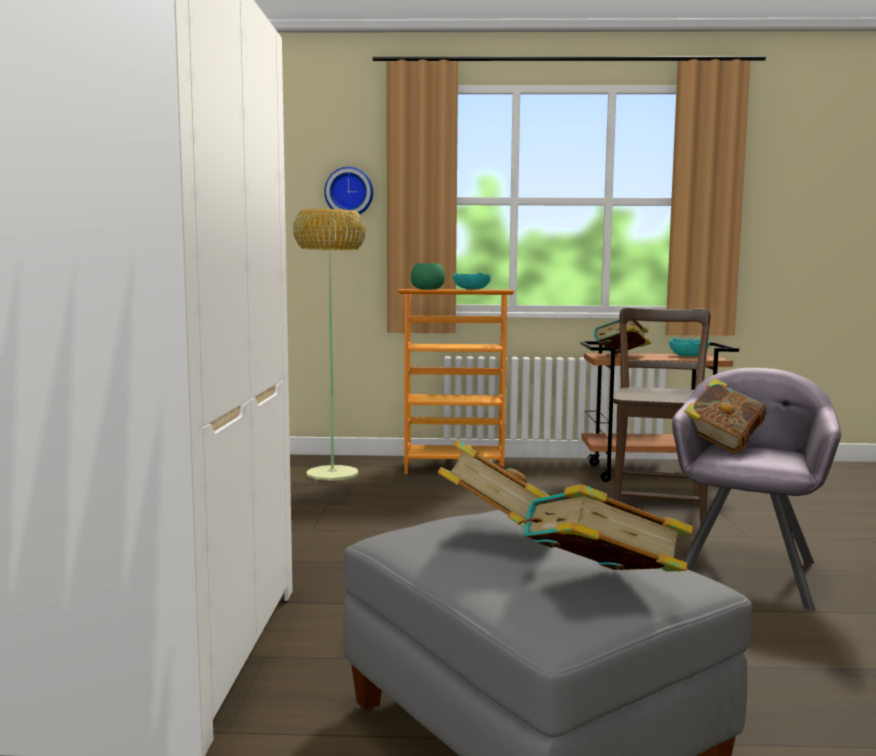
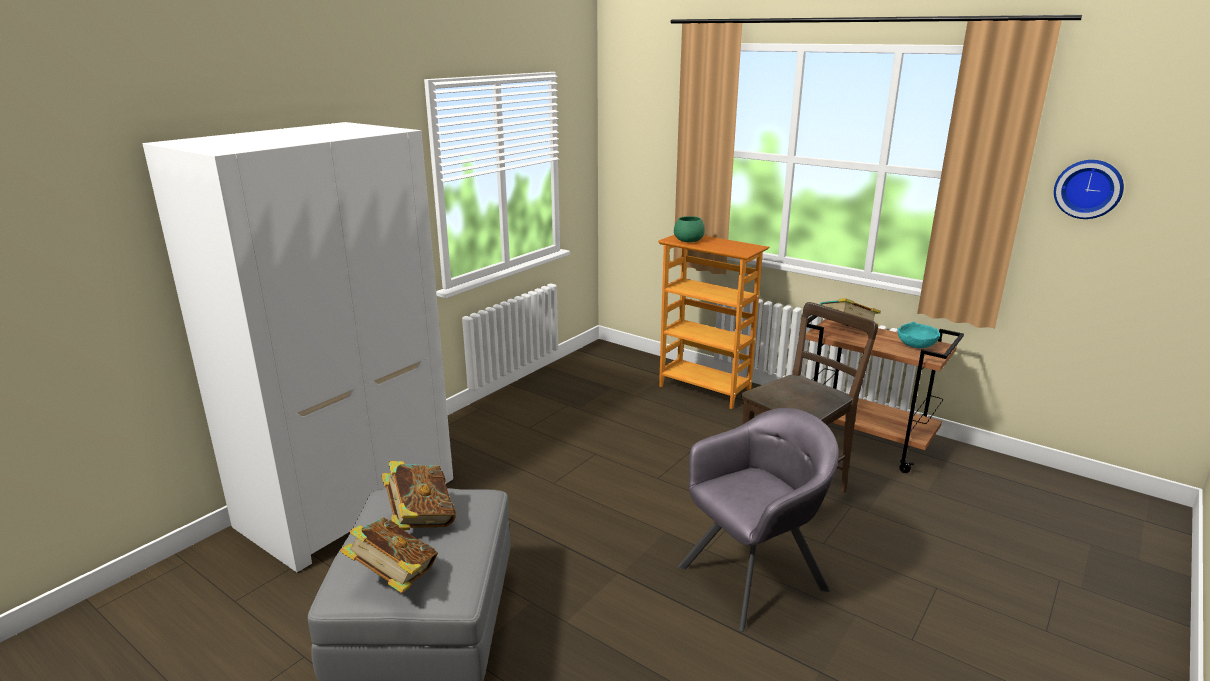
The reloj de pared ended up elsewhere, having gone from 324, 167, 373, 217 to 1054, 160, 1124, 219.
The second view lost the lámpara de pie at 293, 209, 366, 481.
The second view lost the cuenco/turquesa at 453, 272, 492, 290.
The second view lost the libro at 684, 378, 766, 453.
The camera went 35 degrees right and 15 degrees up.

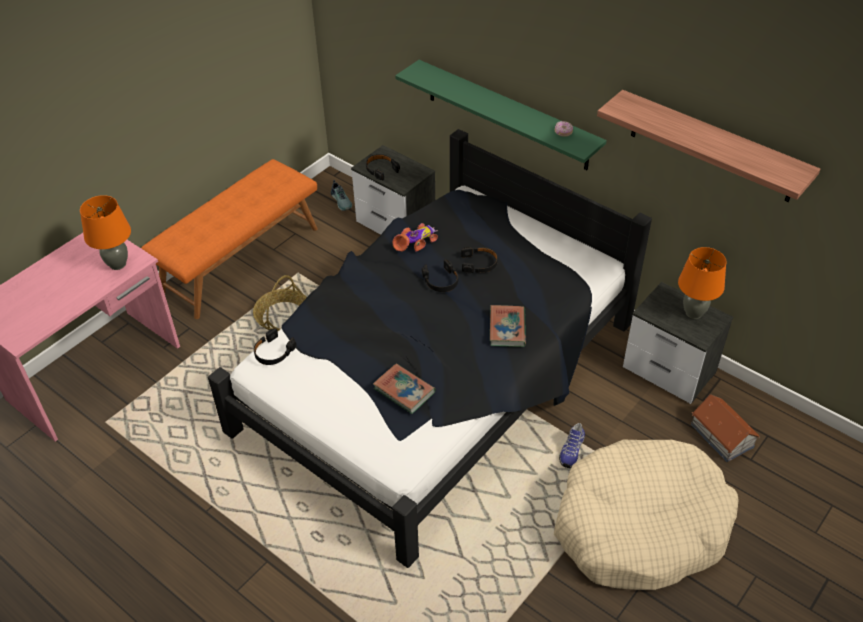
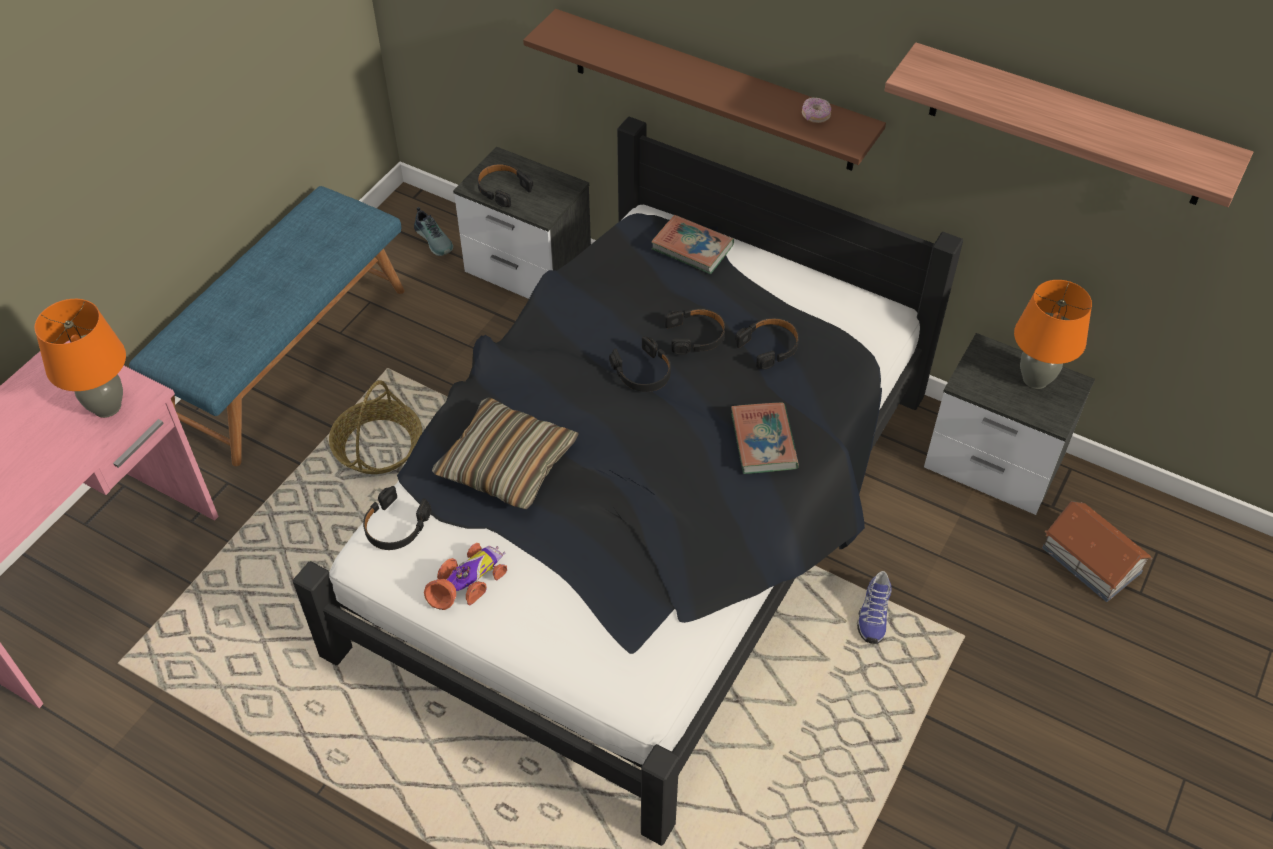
What was the estante/verde at 395, 60, 607, 170 turned into the estante/marrón at 523, 9, 886, 171.
What was the banco/naranja at 141, 159, 318, 319 turned into the banco/azul at 129, 186, 405, 466.
The coche de juguete ended up elsewhere, having gone from 392, 223, 438, 252 to 424, 543, 507, 610.
The libro ended up elsewhere, having gone from 373, 364, 435, 414 to 651, 215, 734, 274.
The second view lost the cama para perro/beis at 554, 440, 739, 590.
The second view gained the auriculares/negro at 735, 318, 799, 370.
The second view gained the cojín at 432, 397, 579, 509.
The camera went 10 degrees left and 5 degrees up.

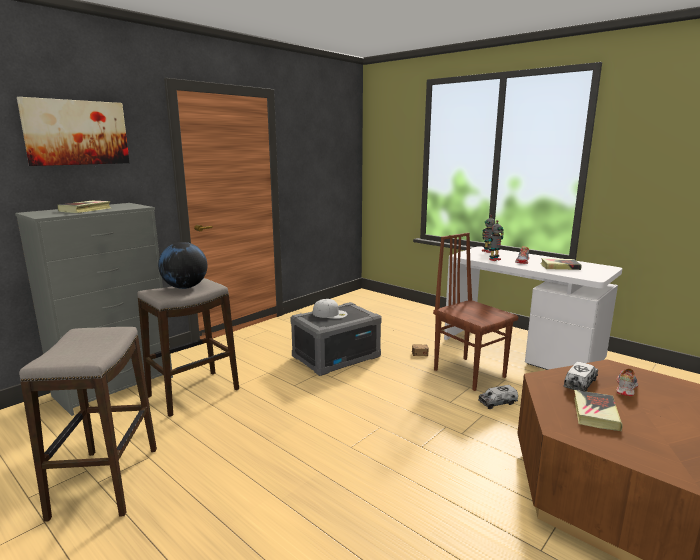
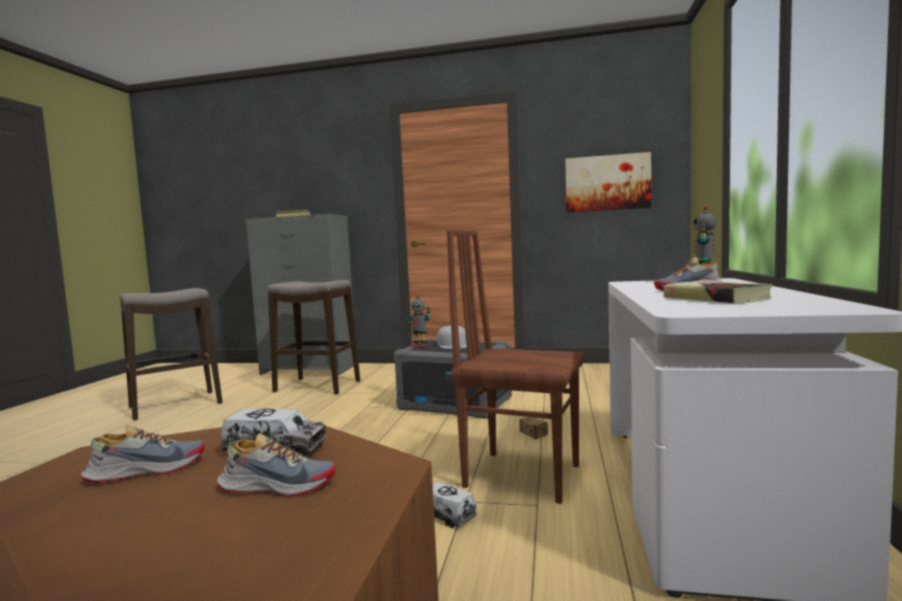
The cuadro ended up elsewhere, having gone from 17, 97, 130, 166 to 565, 152, 651, 213.
The robot de juguete ended up elsewhere, having gone from 488, 220, 504, 261 to 407, 295, 431, 347.
The silla/marrón at 433, 233, 518, 391 ended up facing another way, 90 degrees counterclockwise from before.
The second view lost the globo terráqueo at 158, 242, 207, 289.
Where the libro stood at 574, 390, 622, 431, the zapato came to stand at 80, 425, 205, 482.
The camera went 60 degrees right and 10 degrees down.

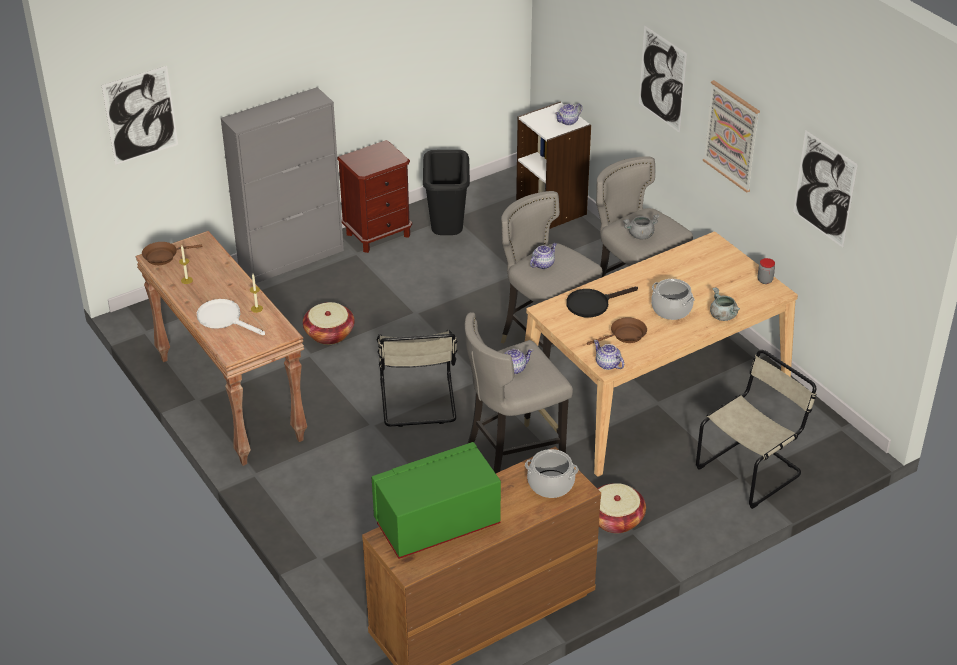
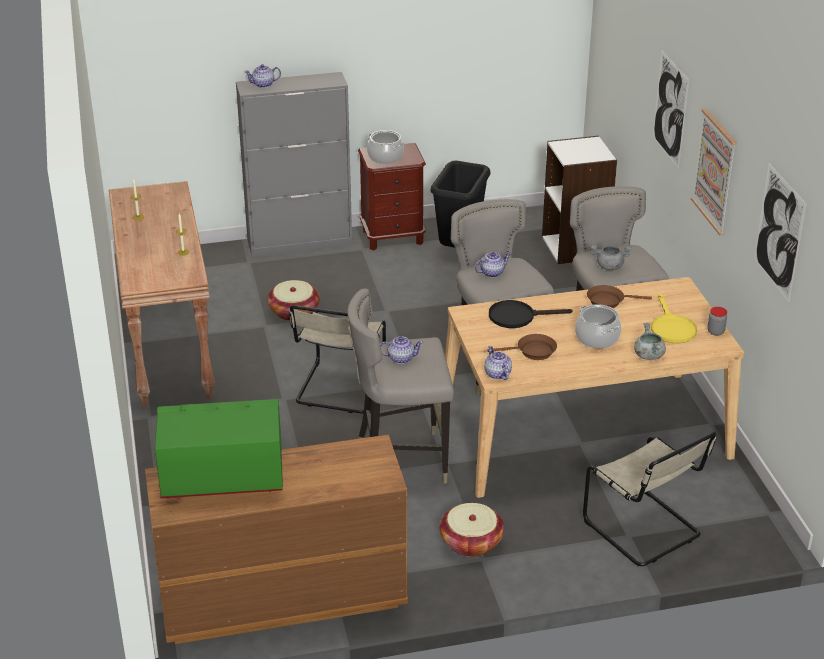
The second view lost the cuadro at 102, 66, 178, 165.
The tetera ended up elsewhere, having gone from 555, 103, 582, 125 to 244, 64, 281, 88.
The sartén/marrón ended up elsewhere, having gone from 142, 242, 203, 265 to 587, 285, 652, 308.
The second view lost the sartén/blanco at 197, 299, 265, 335.
The silla/beis at 696, 350, 817, 509 ended up facing another way, 75 degrees clockwise from before.
The olla ended up elsewhere, having gone from 525, 449, 578, 498 to 367, 130, 404, 164.
The second view gained the sartén/amarillo at 651, 294, 697, 343.
The camera went 20 degrees right and 5 degrees down.

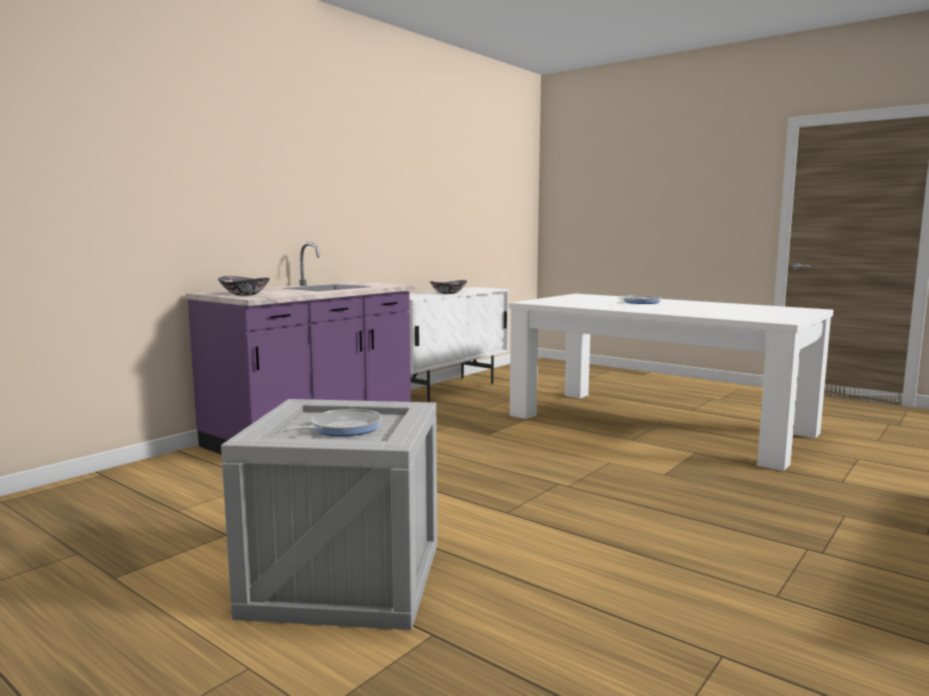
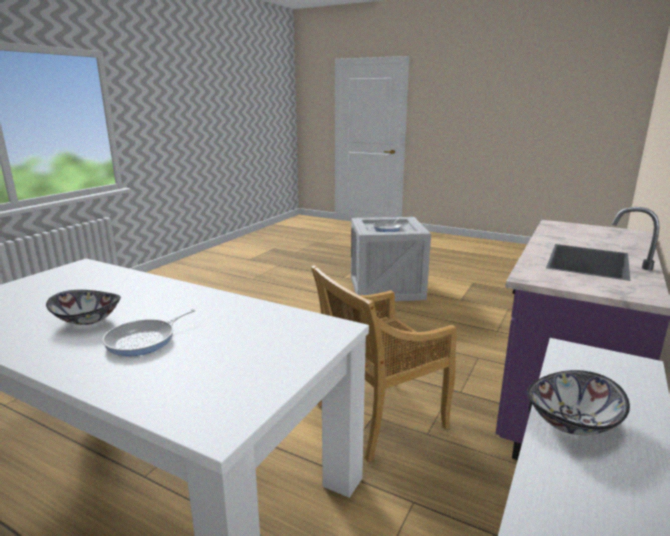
The cuenco ended up elsewhere, having gone from 218, 276, 270, 296 to 46, 290, 121, 325.
The second view gained the silla/beis at 311, 265, 457, 462.
The camera went 170 degrees right and 10 degrees up.

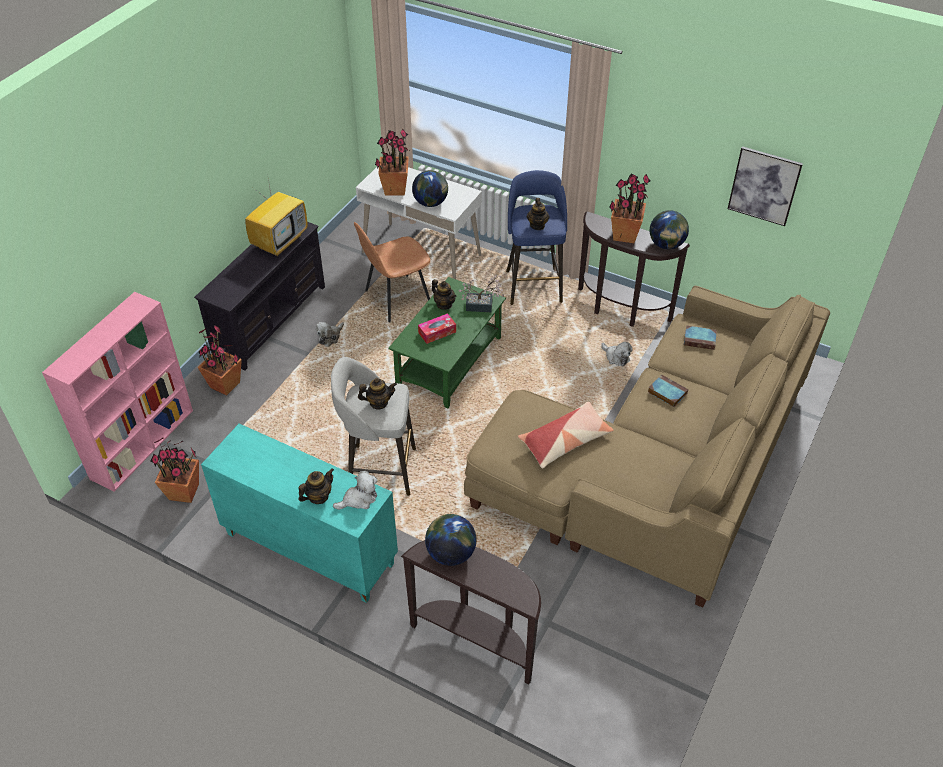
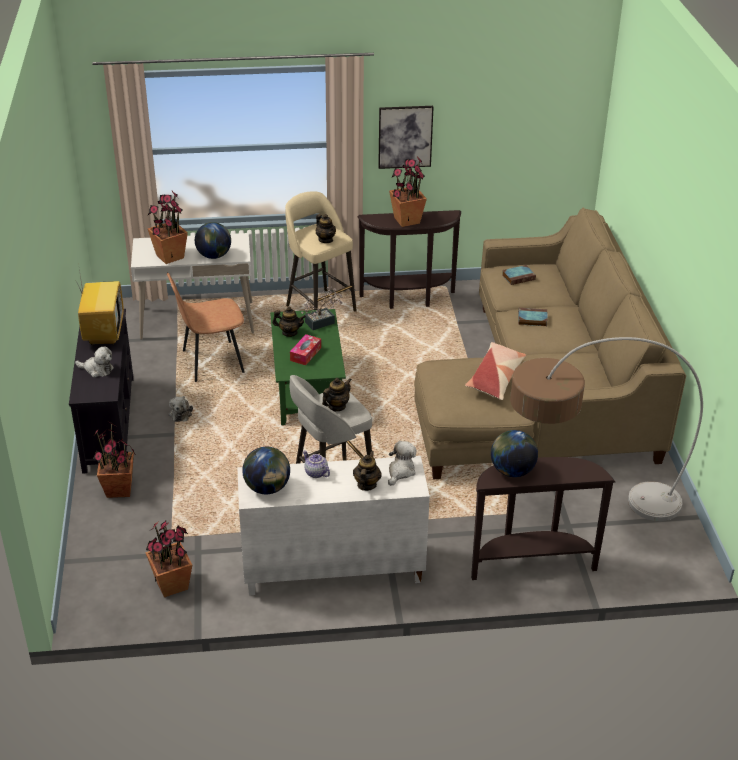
The cuadro ended up elsewhere, having gone from 728, 146, 803, 226 to 378, 106, 433, 169.
What was the taburete/azul at 506, 170, 567, 305 turned into the taburete/beis at 285, 191, 357, 312.
The globo terráqueo ended up elsewhere, having gone from 650, 210, 689, 249 to 242, 447, 290, 494.
The silla/marrón at 354, 222, 431, 322 ended up facing another way, 45 degrees clockwise from before.
The second view lost the estantería/rosa at 42, 292, 193, 492.
The peluche ended up elsewhere, having gone from 601, 342, 633, 366 to 75, 346, 114, 378.
What was the armario/turquesa at 201, 423, 398, 603 turned into the armario/blanco at 237, 456, 430, 595.
The second view gained the lámpara de pie at 510, 337, 703, 521.
The second view gained the tetera at 303, 451, 330, 478.
The camera went 35 degrees left and 10 degrees down.

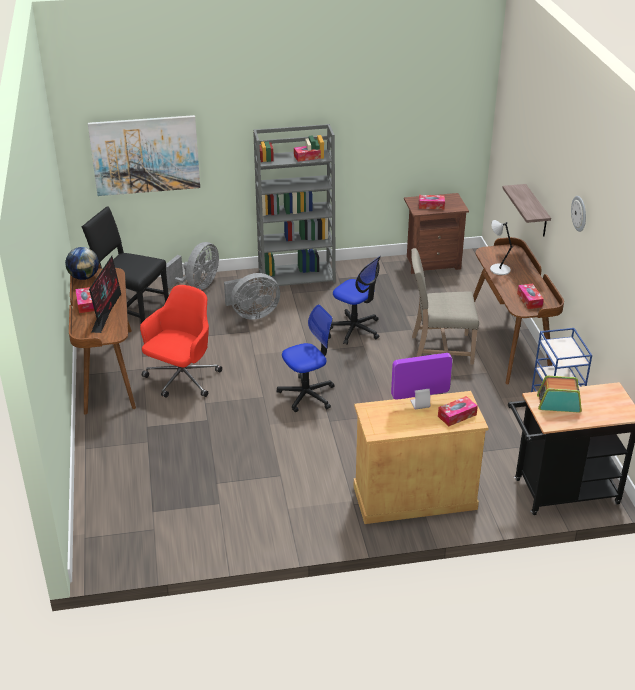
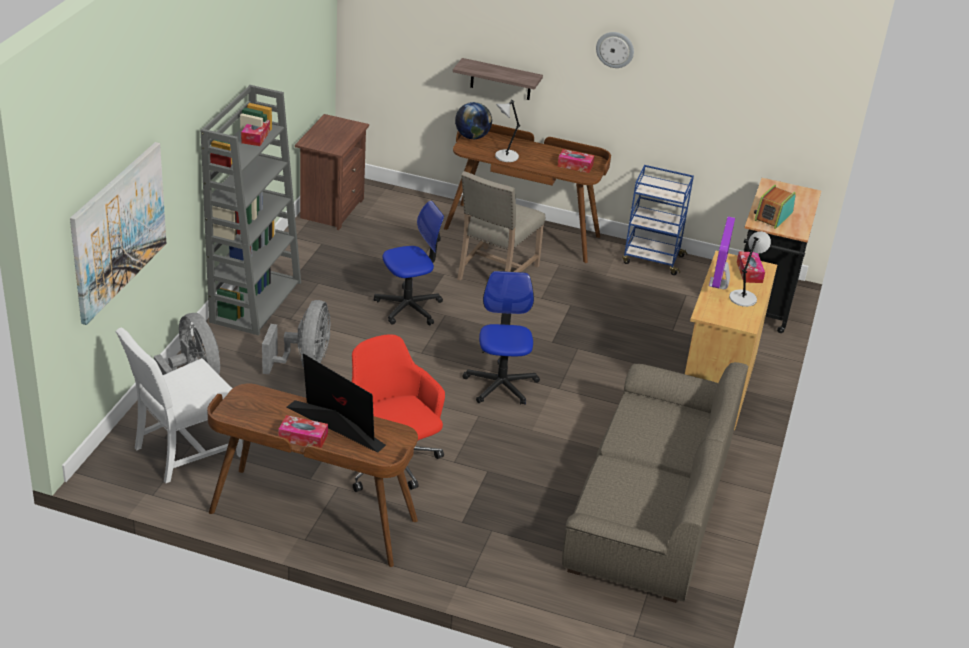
The second view lost the caja de pañuelos at 419, 195, 445, 209.
What was the silla/negro at 82, 206, 169, 323 turned into the silla/blanco at 115, 327, 243, 483.
The globo terráqueo ended up elsewhere, having gone from 65, 247, 99, 280 to 455, 102, 492, 139.
The second view gained the lámpara de mesa/gris at 729, 231, 771, 307.
The second view gained the sofá at 562, 362, 748, 603.
The camera went 65 degrees left and 0 degrees up.

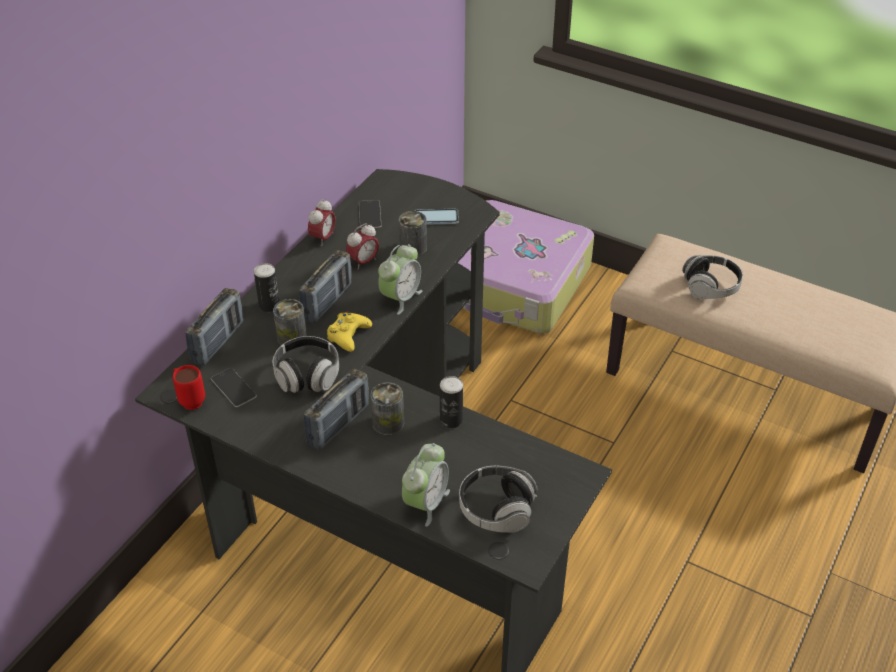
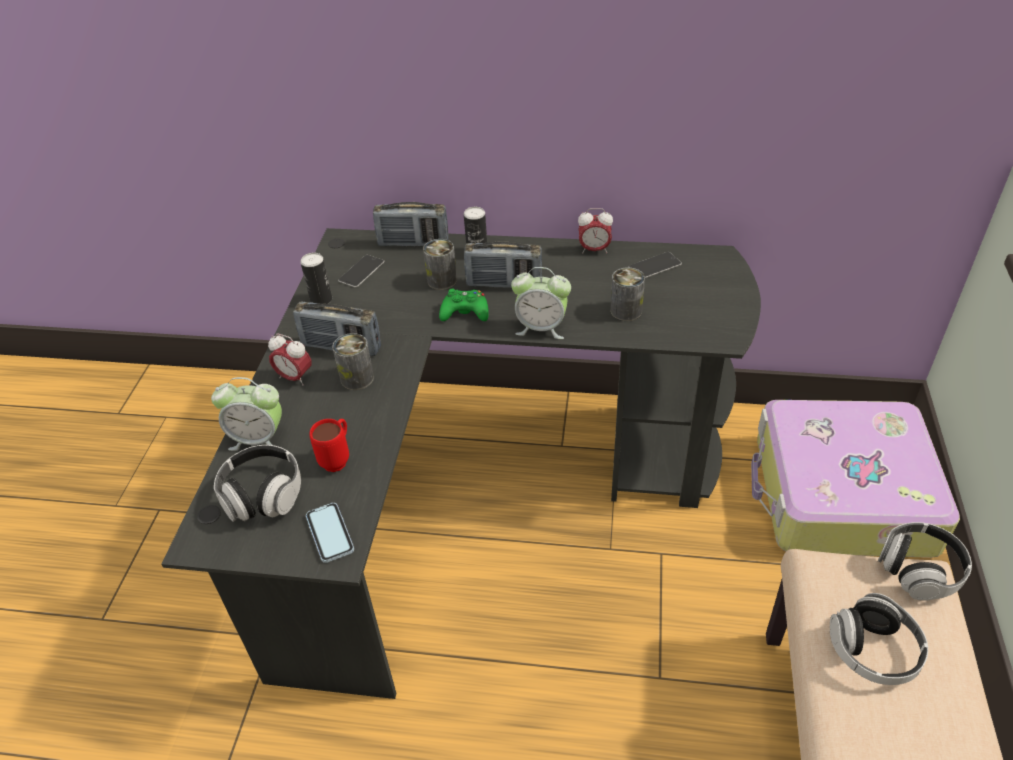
The móvil ended up elsewhere, having gone from 415, 209, 459, 225 to 306, 503, 354, 563.
The despertador ended up elsewhere, having gone from 346, 223, 379, 270 to 268, 334, 312, 386.
What was the mando de consola/amarillo at 327, 311, 372, 352 turned into the mando de consola/verde at 439, 289, 489, 321.
The auriculares ended up elsewhere, having gone from 273, 336, 339, 393 to 878, 522, 972, 601.
The taza grande/rojo ended up elsewhere, having gone from 173, 365, 205, 410 to 310, 419, 349, 472.
The lata ended up elsewhere, having gone from 440, 376, 463, 428 to 300, 253, 332, 304.
The camera went 70 degrees right and 0 degrees up.

